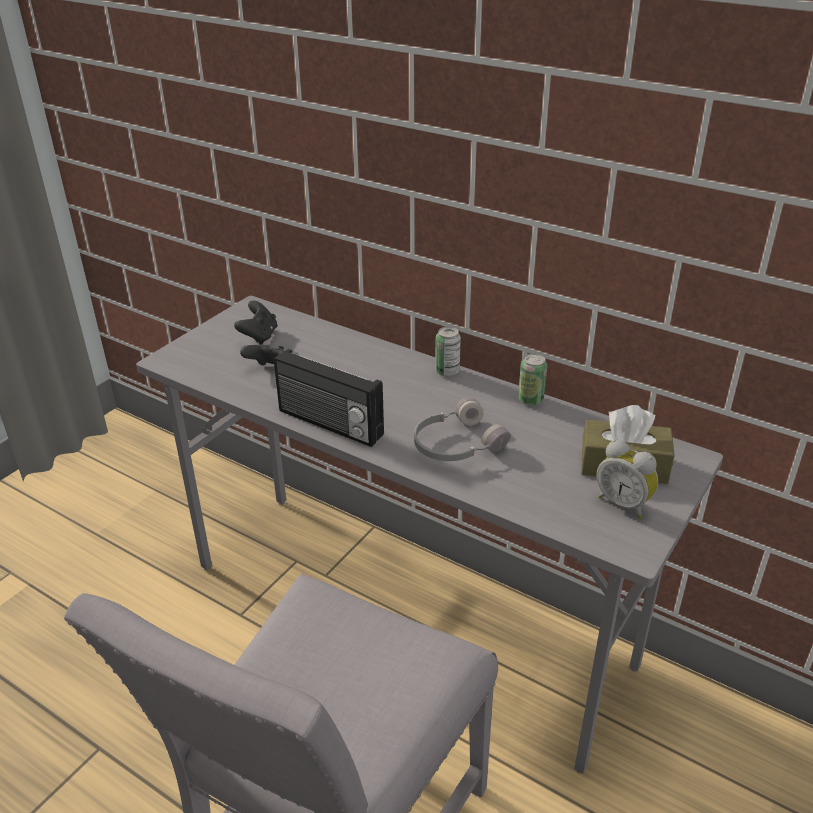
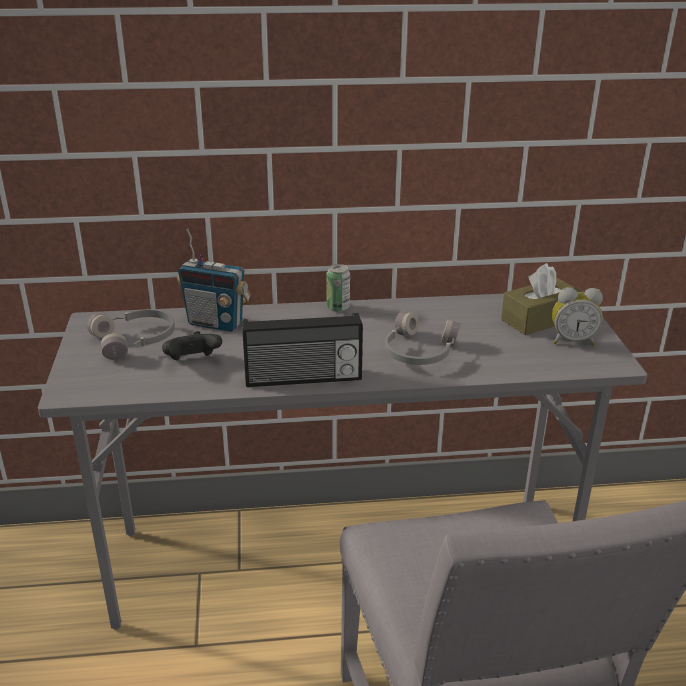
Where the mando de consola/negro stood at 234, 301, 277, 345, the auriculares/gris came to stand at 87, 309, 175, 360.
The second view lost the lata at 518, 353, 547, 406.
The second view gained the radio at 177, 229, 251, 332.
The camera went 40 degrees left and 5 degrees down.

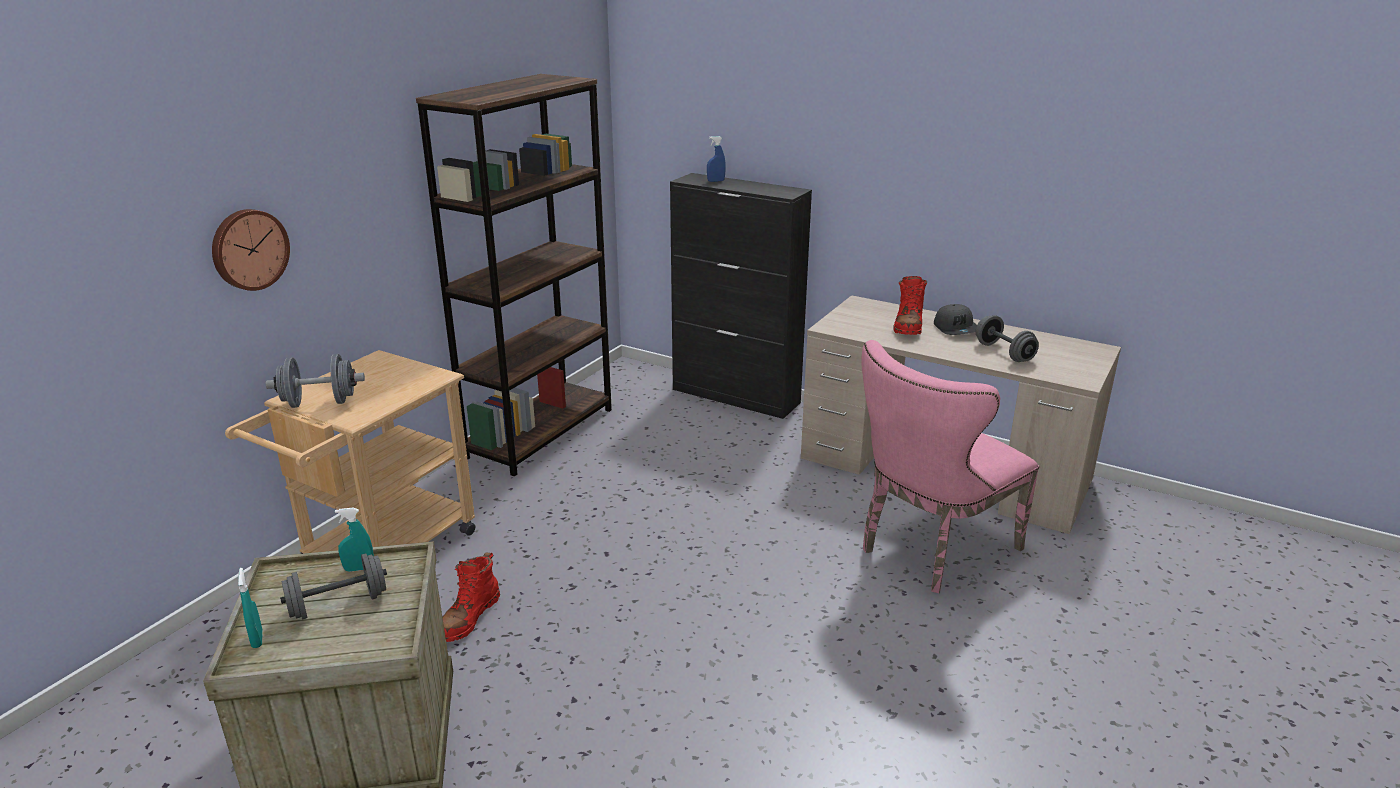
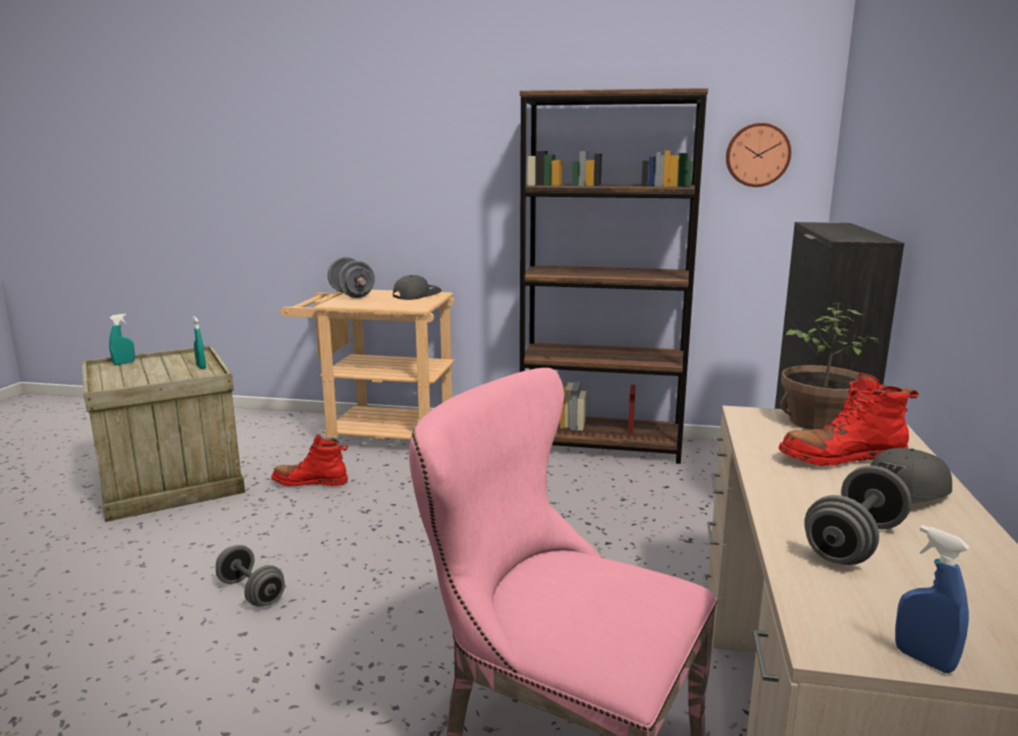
The pulverizador/azul ended up elsewhere, having gone from 707, 136, 726, 182 to 895, 525, 970, 673.
The reloj de pared ended up elsewhere, having gone from 212, 209, 290, 291 to 726, 123, 791, 187.
The mancuerna/gris ended up elsewhere, having gone from 280, 553, 387, 619 to 216, 545, 285, 607.
The second view gained the gorra/gris at 393, 275, 442, 300.
The second view gained the planta en maceta at 780, 302, 879, 430.
The camera went 70 degrees right and 10 degrees down.

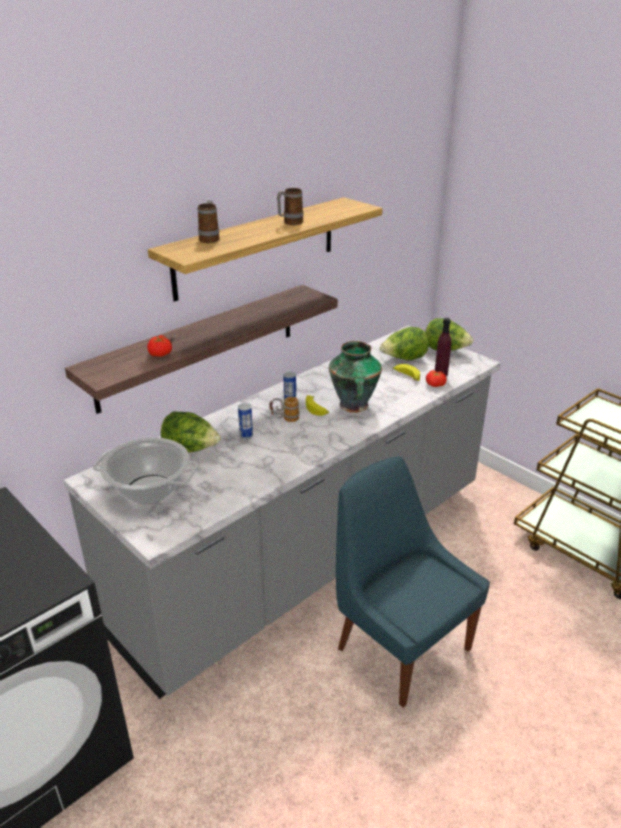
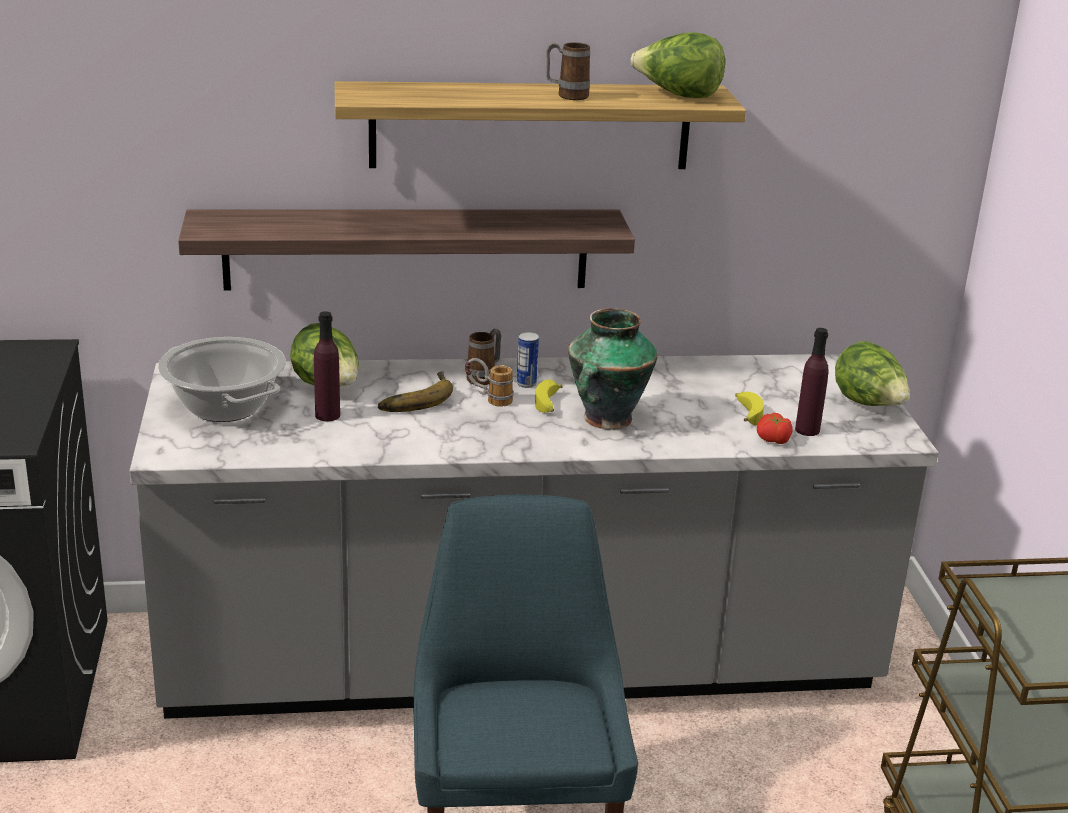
The taza grande ended up elsewhere, having gone from 198, 200, 220, 243 to 467, 329, 501, 385.
The lechuga ended up elsewhere, having gone from 380, 327, 428, 360 to 630, 32, 725, 98.
The second view lost the tomate at 147, 335, 172, 357.
Where the lata stood at 238, 403, 253, 439, the plátano came to stand at 378, 371, 453, 412.
The second view gained the botella/morado at 314, 311, 340, 421.
The camera went 35 degrees right and 5 degrees down.

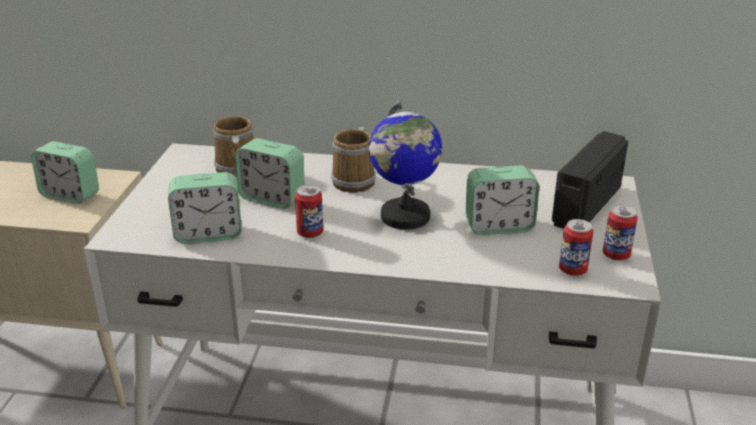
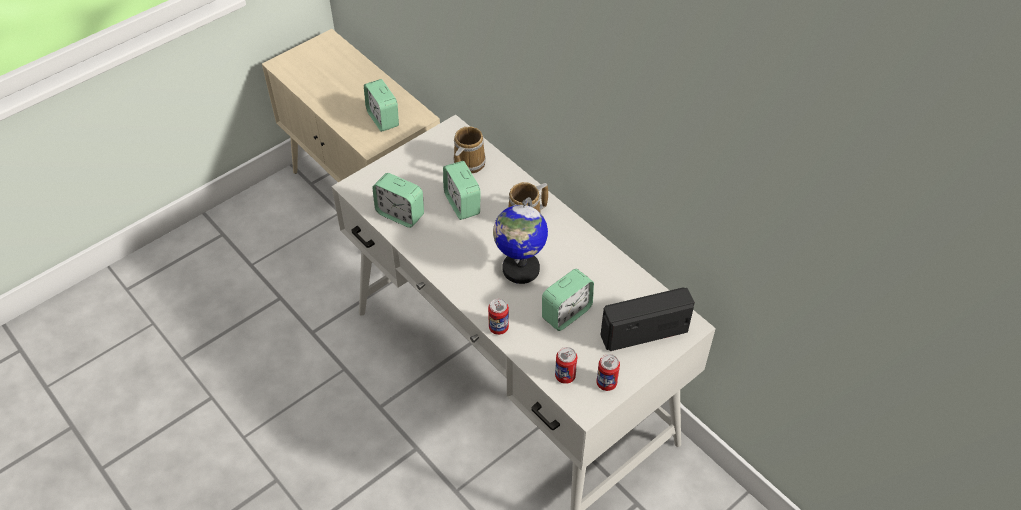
The despertador at 465, 165, 540, 235 ended up facing another way, 75 degrees counterclockwise from before.
The lata ended up elsewhere, having gone from 295, 185, 323, 238 to 488, 299, 509, 335.
The camera went 40 degrees right and 20 degrees up.

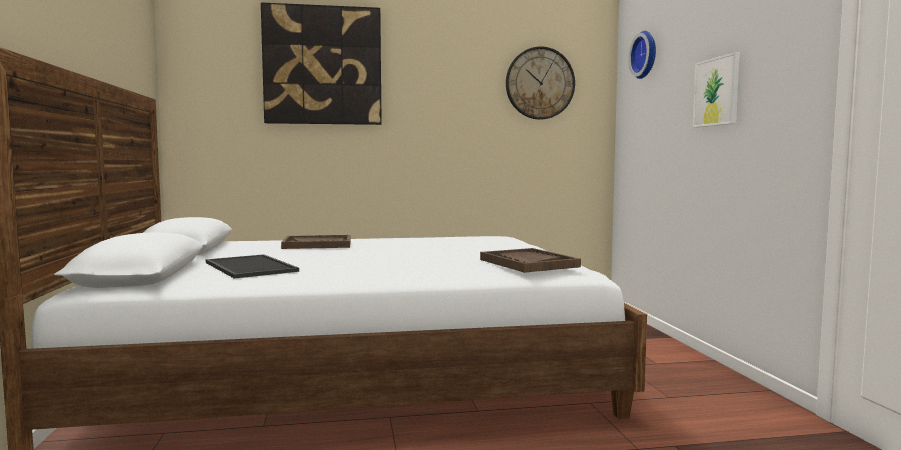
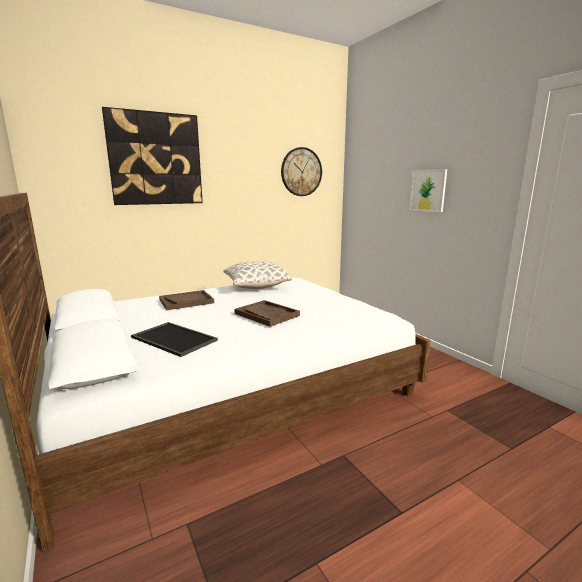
The second view lost the reloj de pared at 629, 31, 656, 79.
The bandeja/marrón ended up elsewhere, having gone from 480, 248, 581, 273 to 235, 300, 300, 327.
The second view gained the cojín at 224, 261, 292, 289.
The camera went 20 degrees left and 10 degrees up.

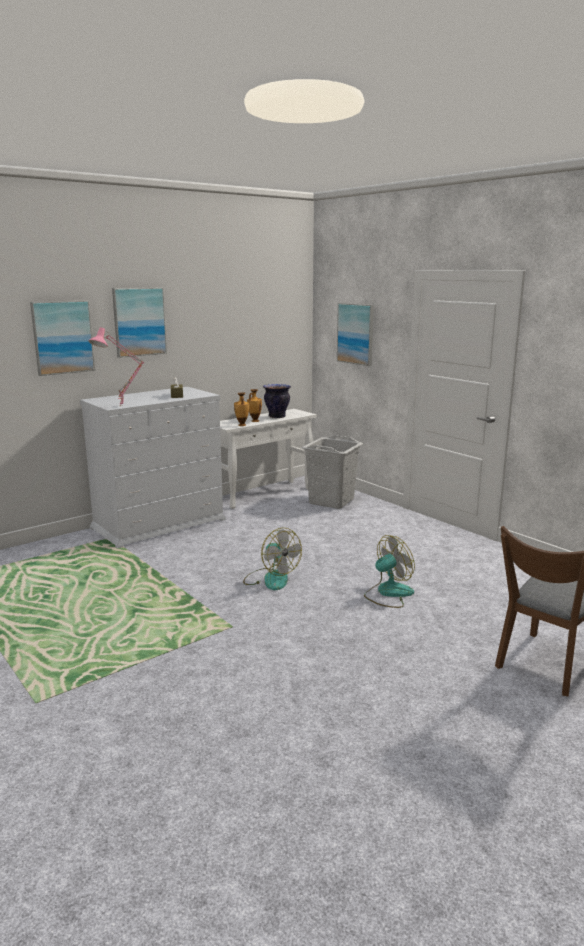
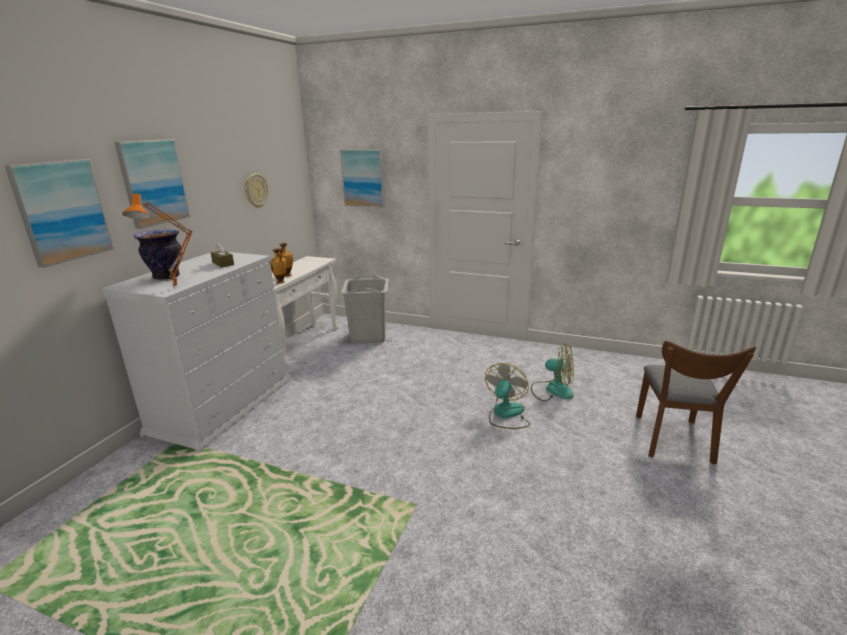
What was the lámpara de mesa/rosa at 89, 327, 144, 406 turned into the lámpara de mesa/naranja at 122, 193, 193, 289.
The florero ended up elsewhere, having gone from 263, 384, 291, 418 to 134, 230, 182, 280.
The ventilador ended up elsewhere, having gone from 243, 528, 302, 590 to 531, 343, 574, 401.
The second view gained the reloj de pared at 245, 173, 268, 208.
The camera went 30 degrees left and 5 degrees up.

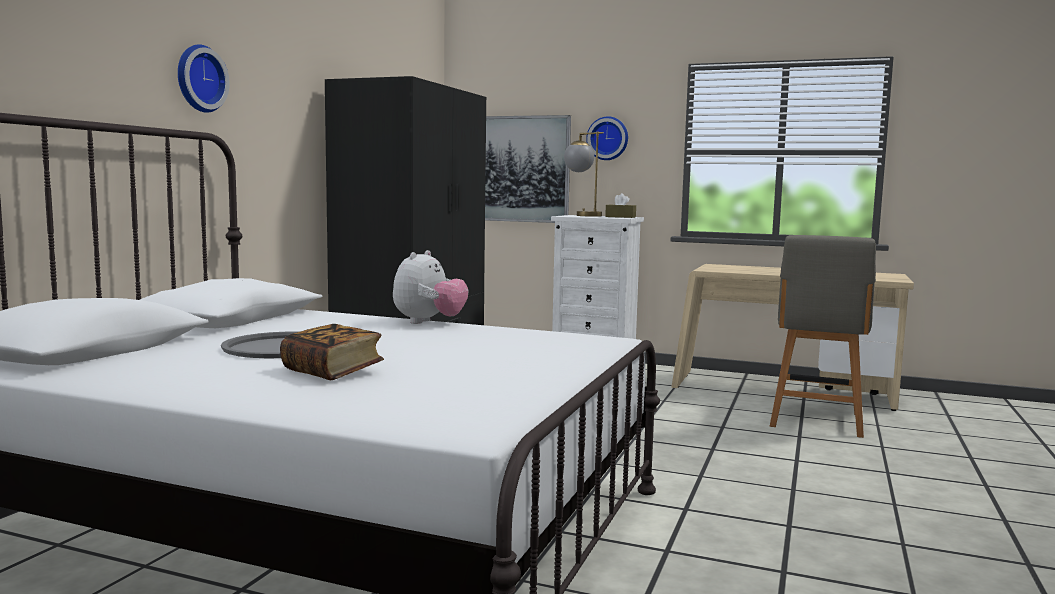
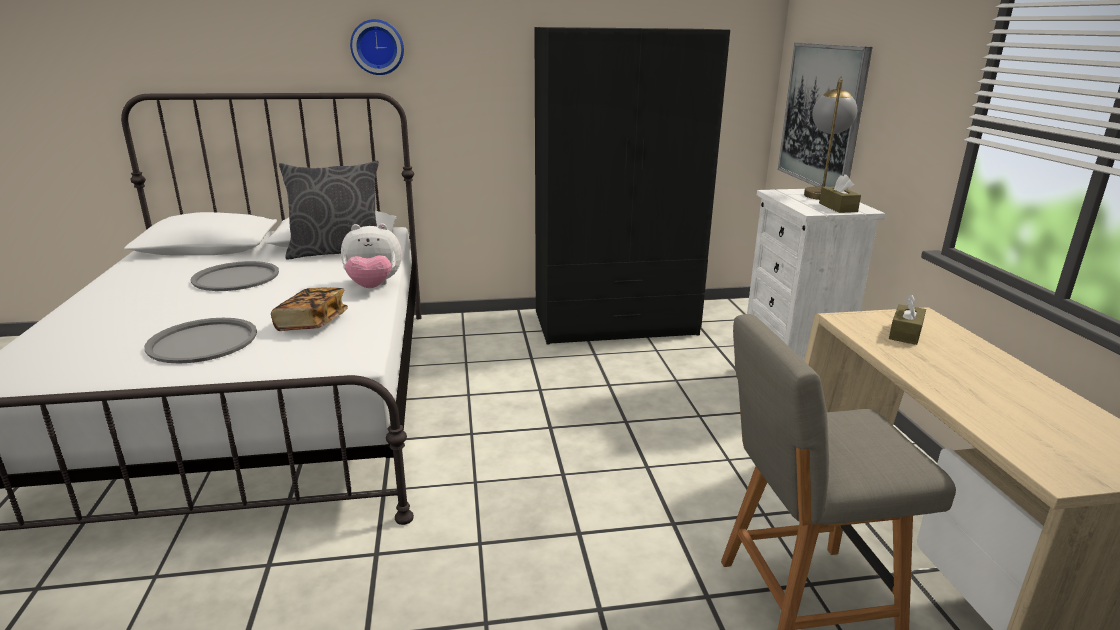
The second view lost the reloj de pared at 586, 116, 628, 160.
The libro ended up elsewhere, having gone from 280, 324, 384, 380 to 271, 288, 348, 331.
The second view gained the cojín/gris at 279, 161, 379, 260.
The second view gained the caja de pañuelos/marrón at 889, 294, 926, 345.
The second view gained the bandeja/gris at 144, 318, 257, 364.
The camera went 60 degrees right and 15 degrees up.

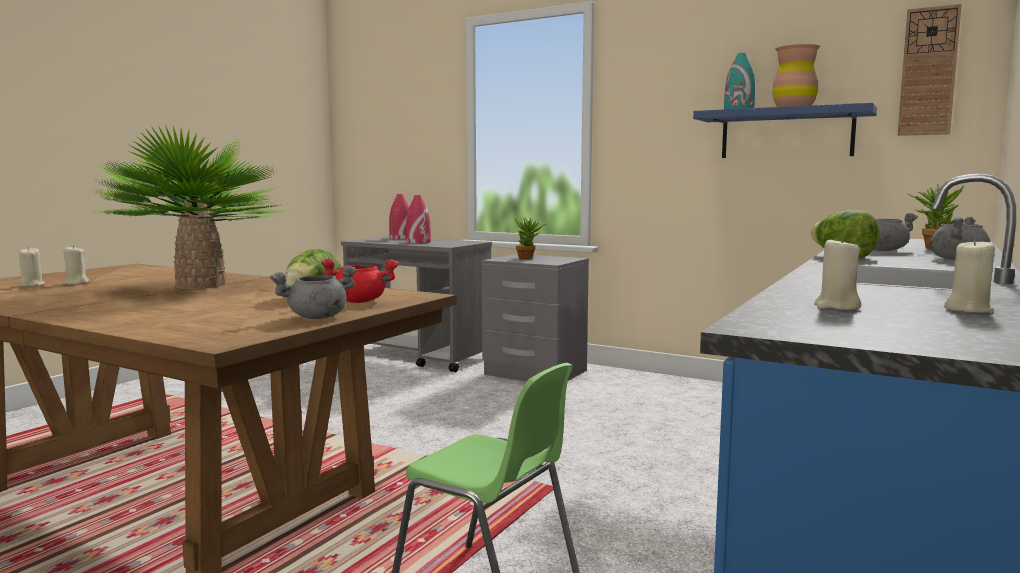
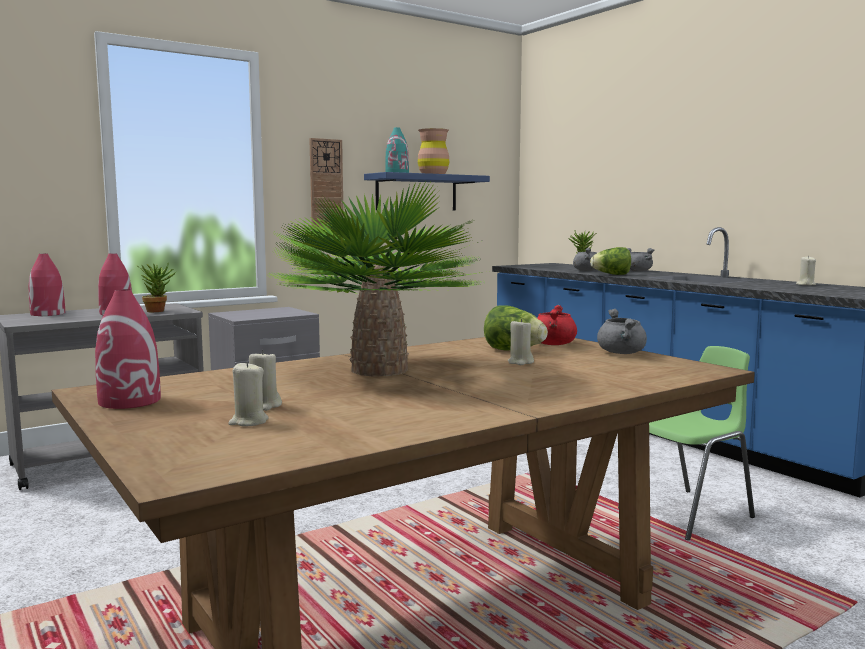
The reloj de pared ended up elsewhere, having gone from 898, 4, 962, 136 to 309, 138, 344, 232.
The planta en maceta ended up elsewhere, having gone from 514, 217, 545, 259 to 138, 263, 176, 312.
The vela/beis ended up elsewhere, having gone from 814, 237, 861, 310 to 508, 319, 534, 365.
The second view gained the florero/rojo at 95, 289, 161, 409.
The camera went 65 degrees left and 0 degrees up.

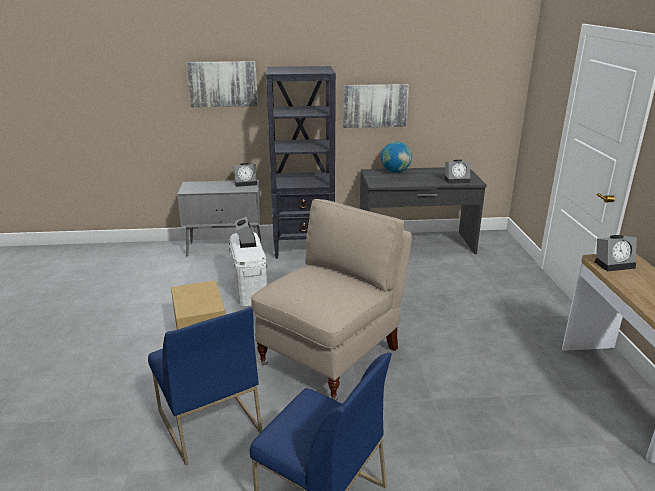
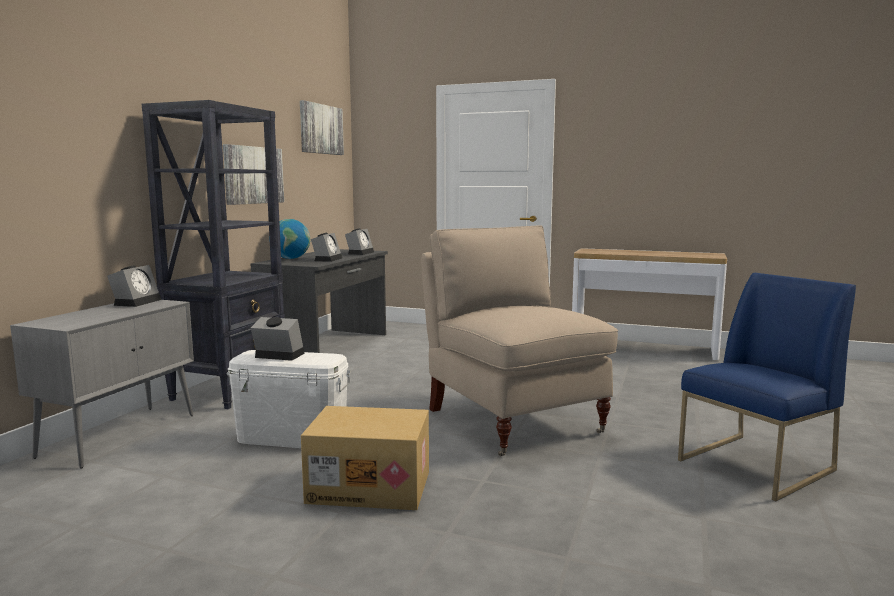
The cuadro ended up elsewhere, having gone from 187, 61, 258, 107 to 300, 100, 344, 155.
The despertador ended up elsewhere, having gone from 595, 235, 637, 271 to 311, 233, 342, 262.
The second view lost the silla/azul at 148, 307, 262, 465.
The camera went 65 degrees left and 15 degrees down.

